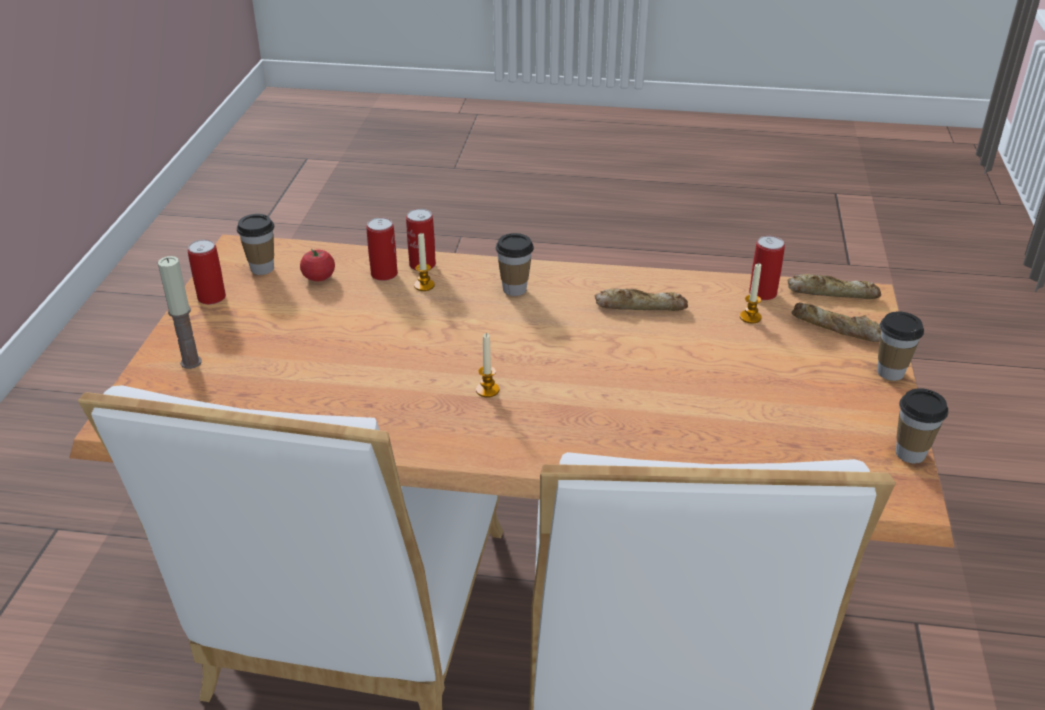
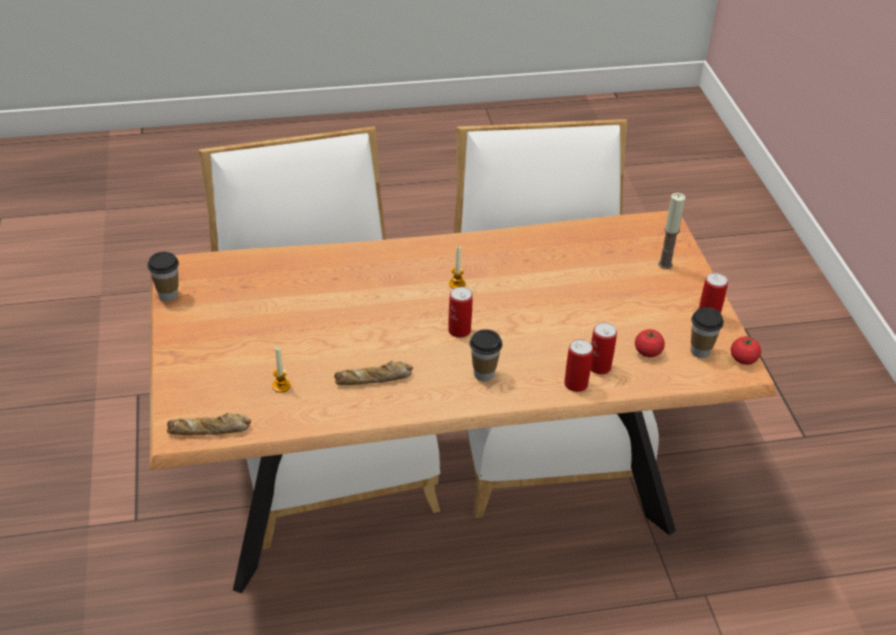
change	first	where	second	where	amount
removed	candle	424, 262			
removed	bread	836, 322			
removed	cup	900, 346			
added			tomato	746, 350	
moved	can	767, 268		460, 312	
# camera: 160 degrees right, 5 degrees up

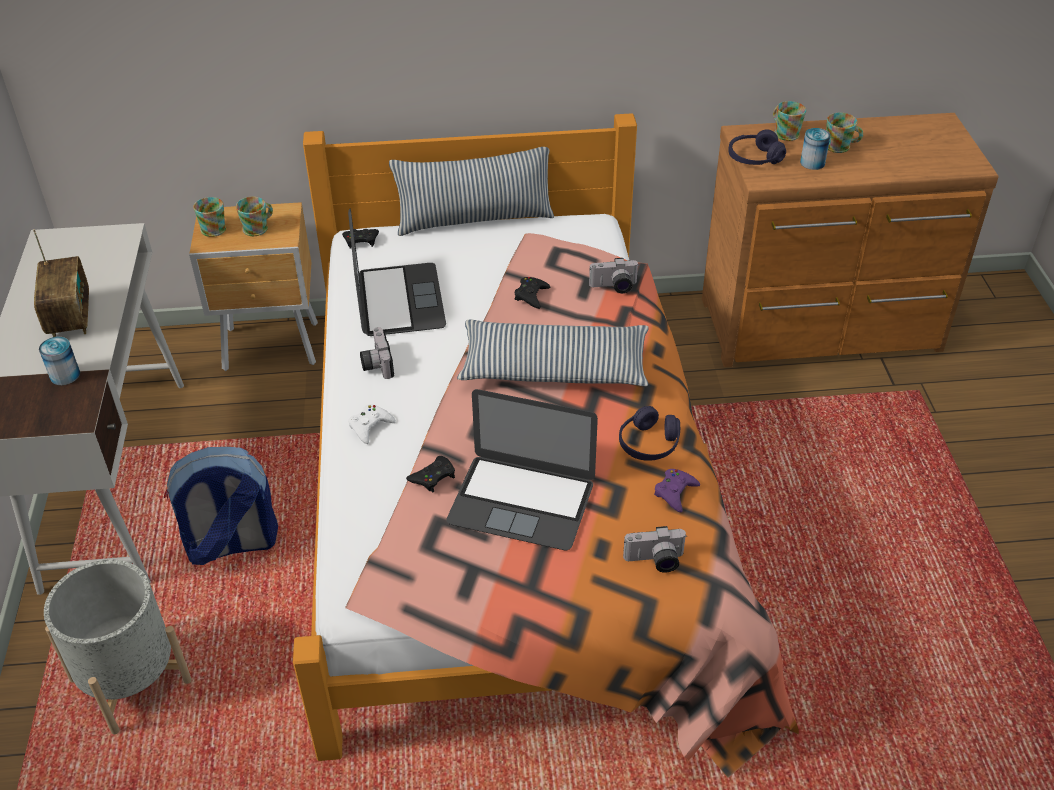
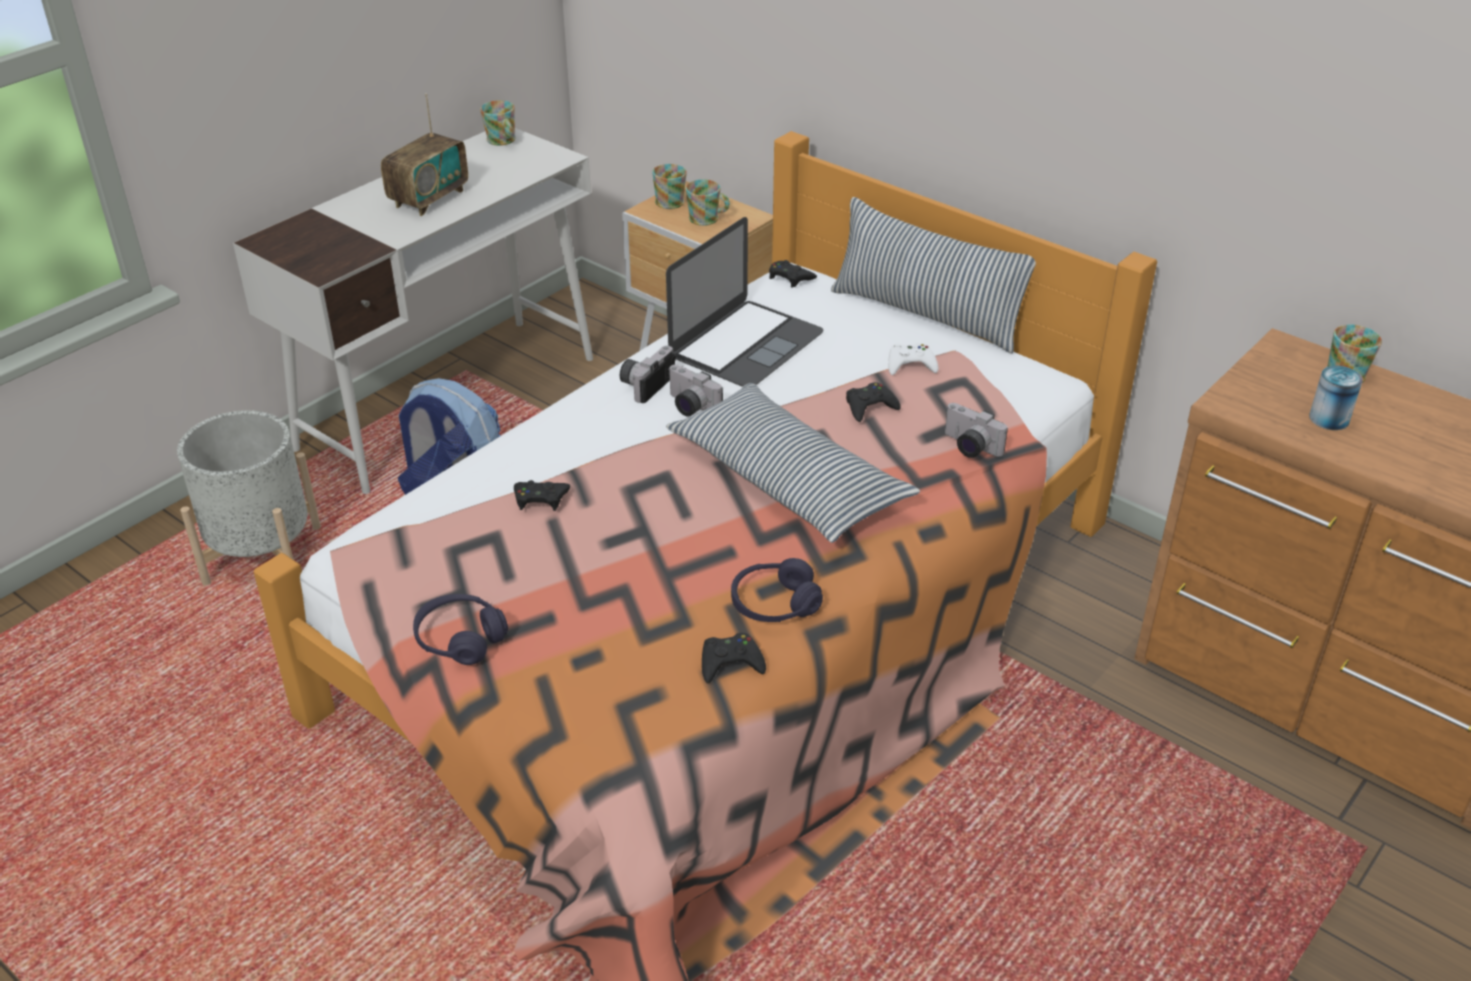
change	first	where	second	where	amount
removed	can	59, 361			
removed	laptop	522, 469			
moved	white game controller	372, 424		913, 359	
moved	photo camera	655, 549		695, 391	
moved	purple headphones	757, 147		460, 629	
moved	mug	844, 133		498, 123	
recoloured	purple game controller	677, 490	black game controller	734, 658	
# camera: 45 degrees right, 5 degrees down

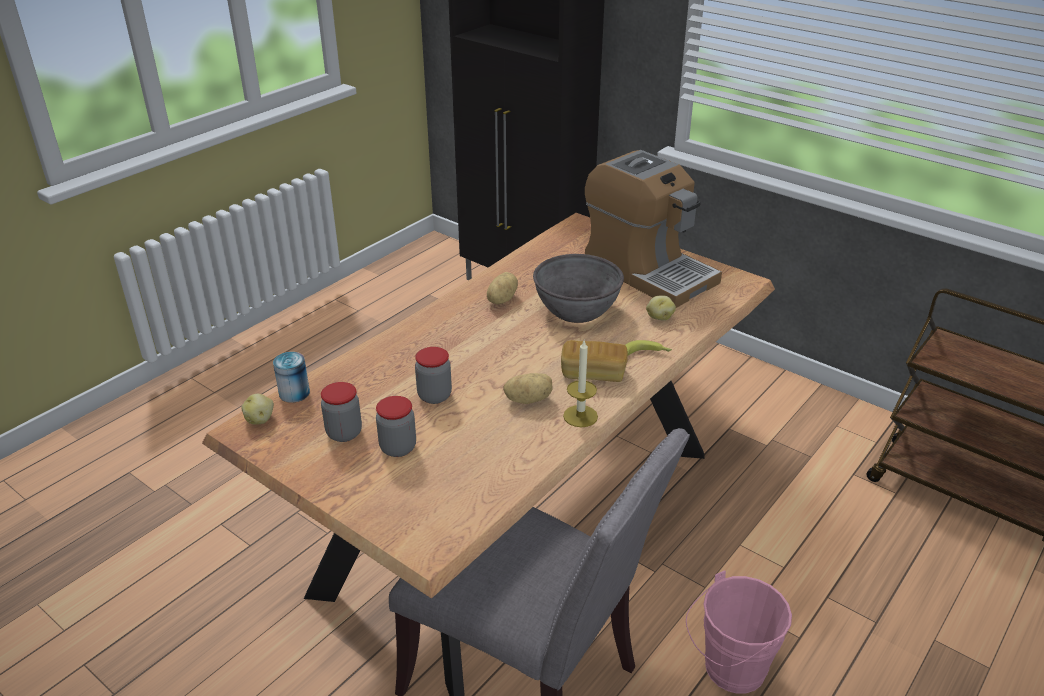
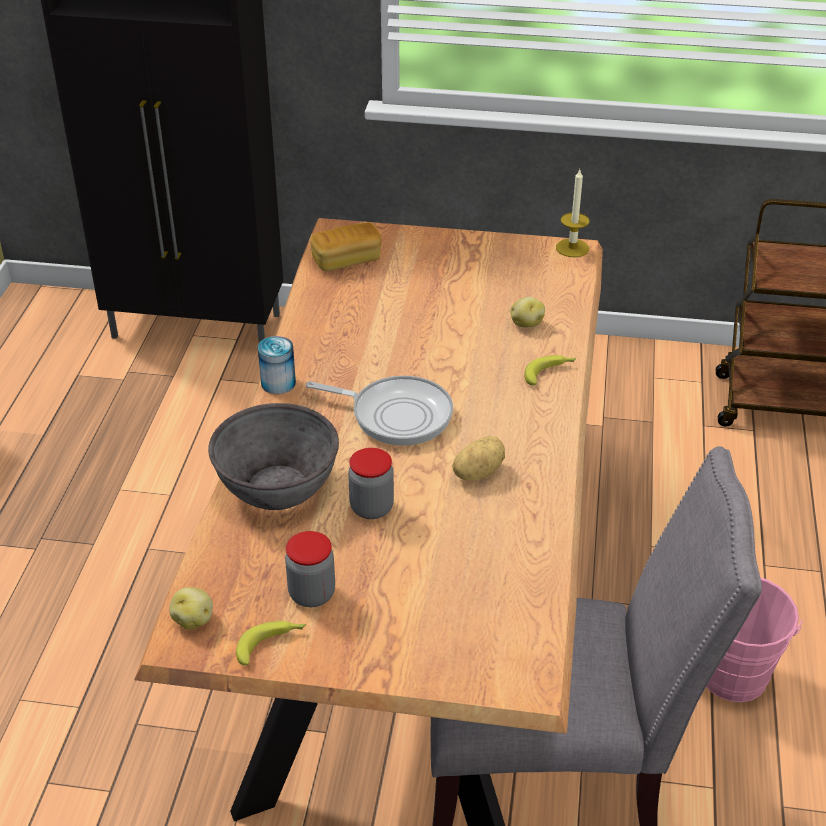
change	first	where	second	where	amount
removed	jar	396, 426			
removed	potato	502, 288			
removed	coffee machine	653, 229			
added			banana	271, 643	
added			frying pan	379, 411	
moved	can	291, 377		277, 365	
moved	grey bowl	578, 288		273, 456	
moved	bread	594, 361		346, 246	
moved	candle	580, 384		572, 213	
# camera: 30 degrees left, 5 degrees up

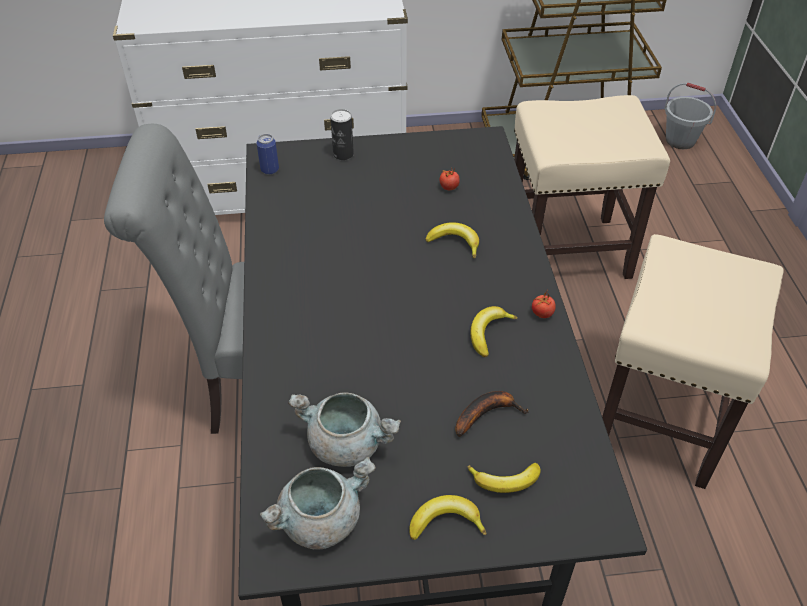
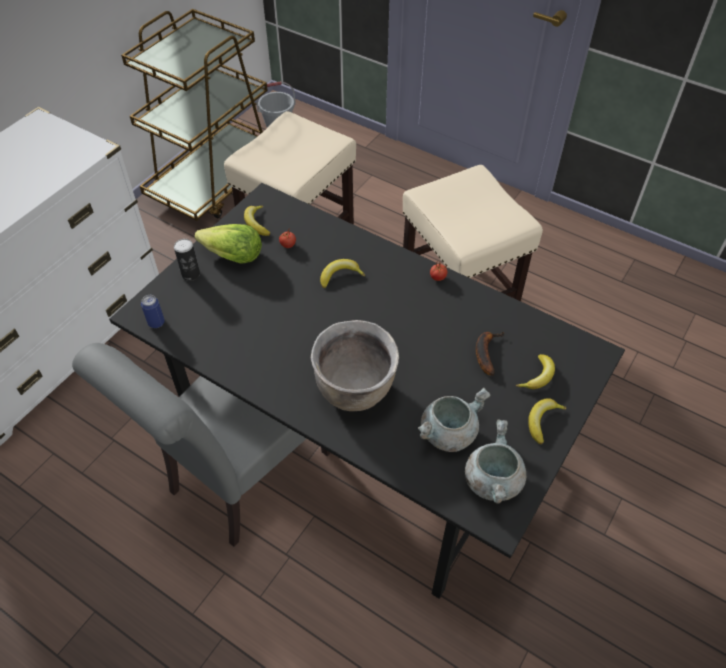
change	first	where	second	where	amount
added			lettuce	228, 244	
added			brown cooking pot	355, 365	
moved	banana	494, 331		257, 220	
# camera: 50 degrees left, 5 degrees up

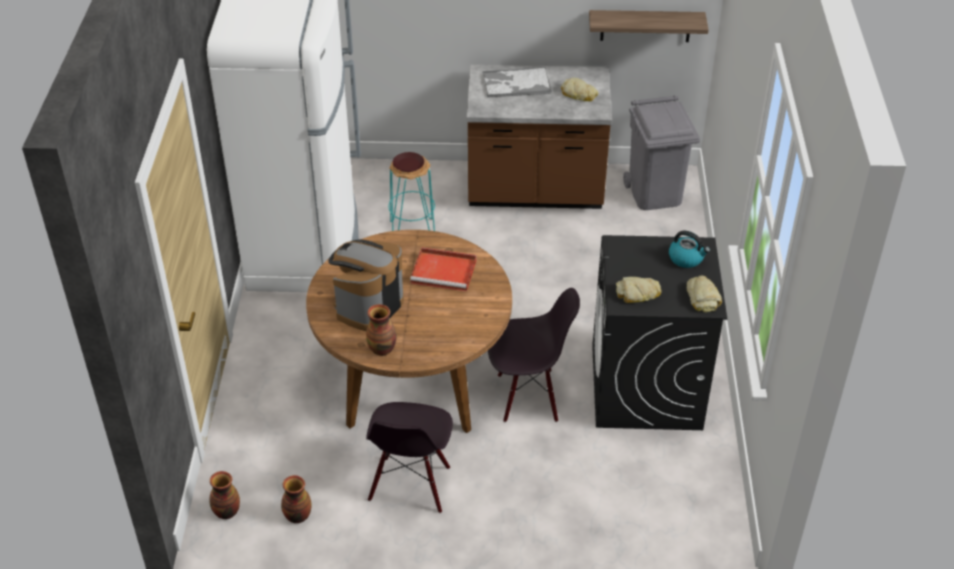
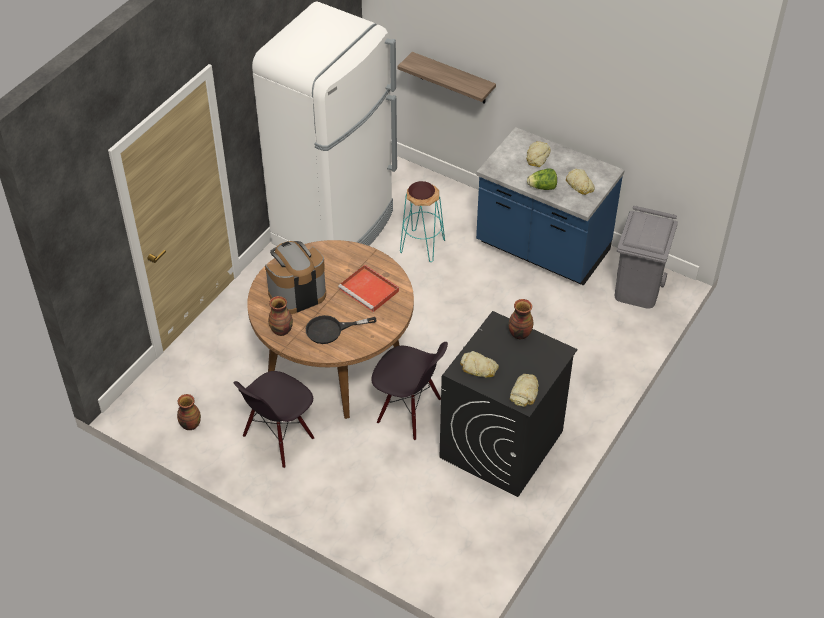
change	first	where	second	where	amount
removed	kettle	689, 249			
added			black frying pan	341, 329	
added			lettuce	542, 179	
moved	vase	224, 495		520, 319	
moved	shelf	649, 26		446, 78	
replaced	tray	517, 82	bread	538, 154	
recoloured	brown counter	539, 137	blue counter	550, 206	
# camera: 30 degrees right, 5 degrees up

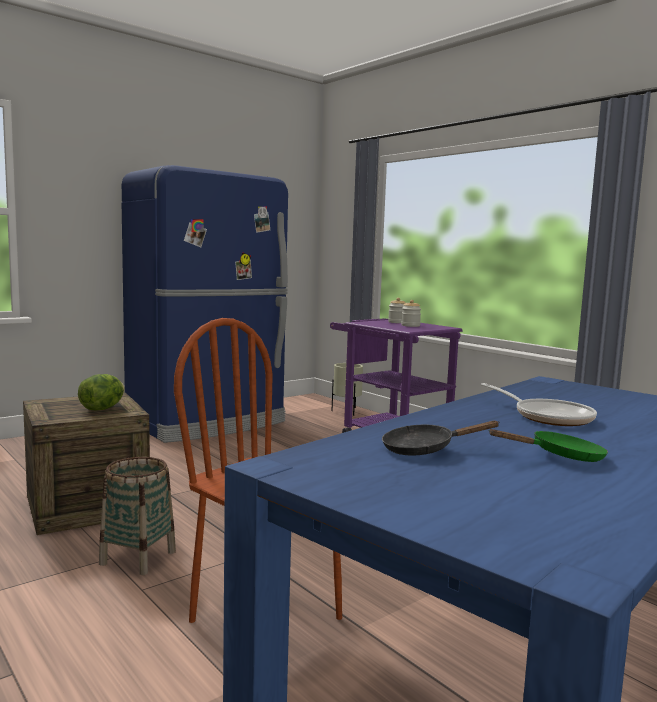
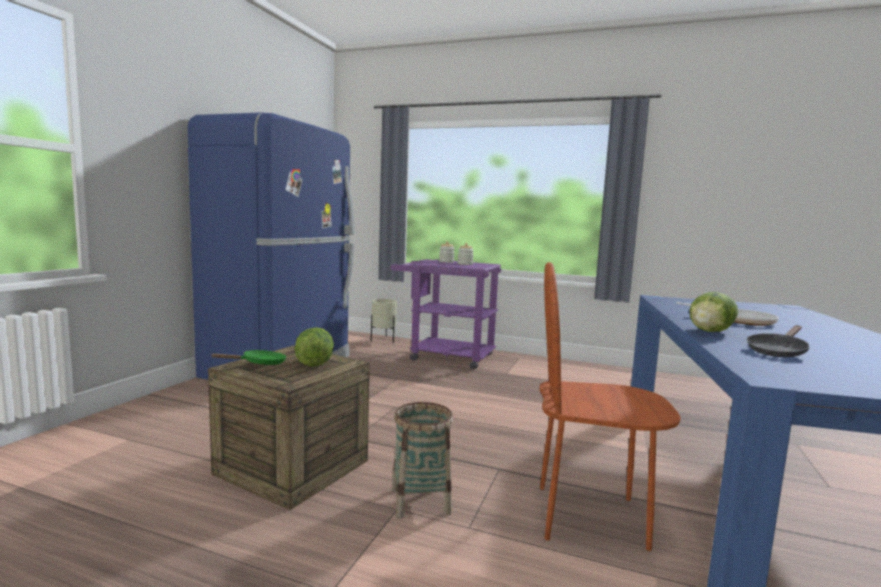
change	first	where	second	where	amount
added			lettuce	713, 312	
moved	green frying pan	548, 445		249, 357	
# camera: 30 degrees left, 0 degrees up

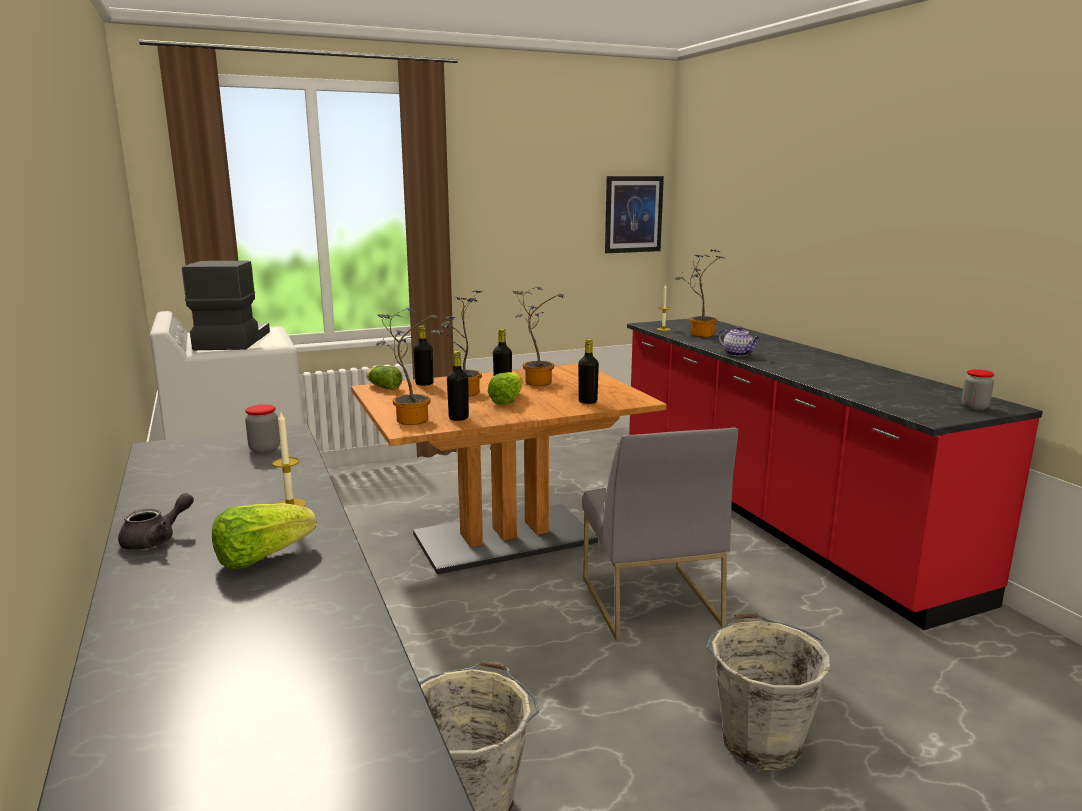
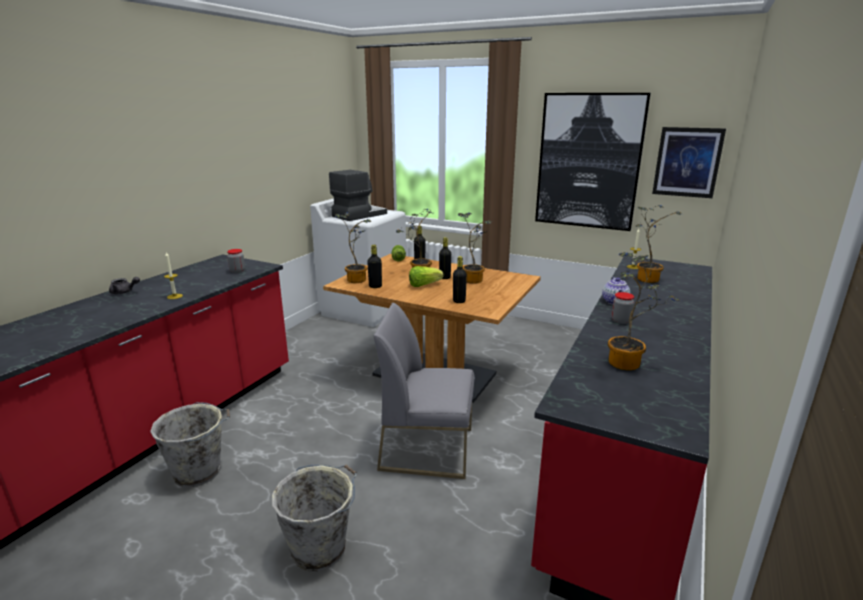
change	first	where	second	where	amount
removed	lettuce	264, 536			
added			picture	593, 162	
added			potted plant	644, 311	
moved	jar	977, 389		622, 308	
turned	grey chair	660, 534		424, 391	60 degrees clockwise
# camera: 50 degrees right, 5 degrees up

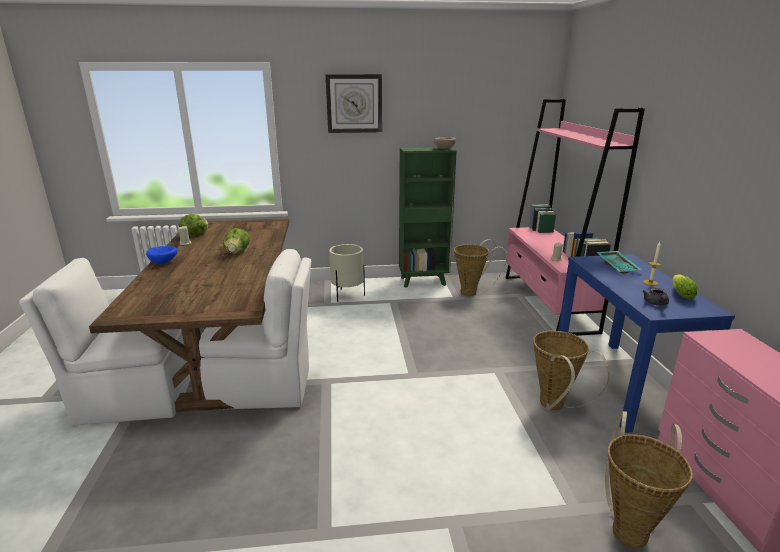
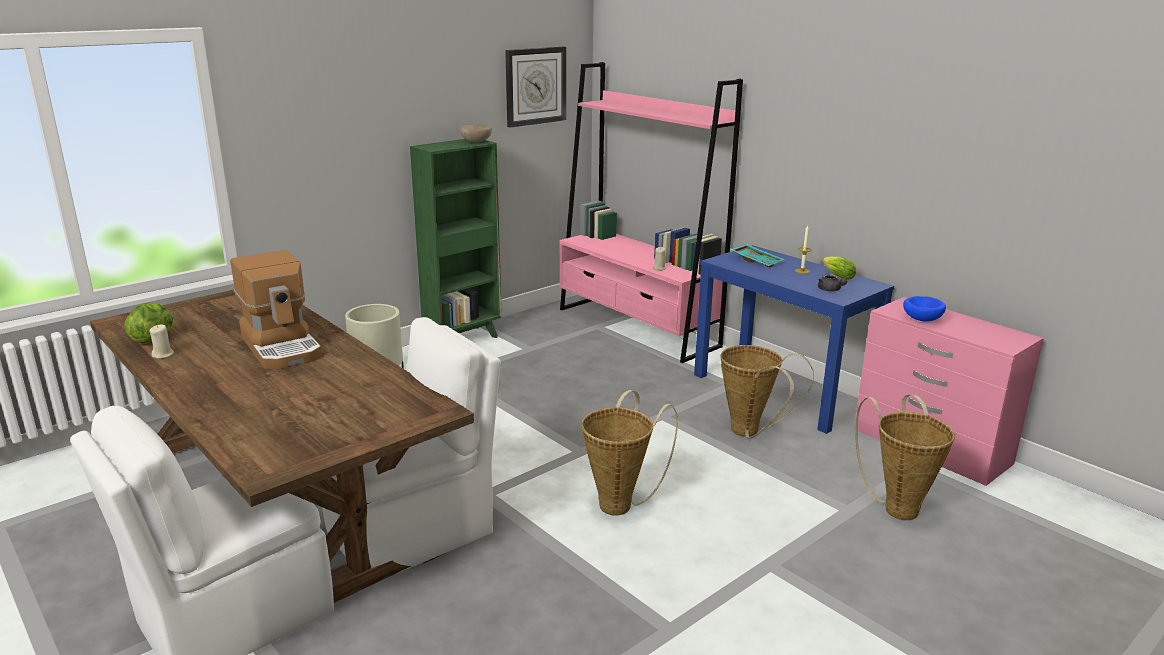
change	first	where	second	where	amount
moved	blue bowl	161, 255		924, 309	
moved	wall clock	353, 103		535, 87	
moved	basket	480, 267		629, 453	
replaced	lettuce	236, 241	coffee machine	276, 309	
# camera: 35 degrees left, 0 degrees up

